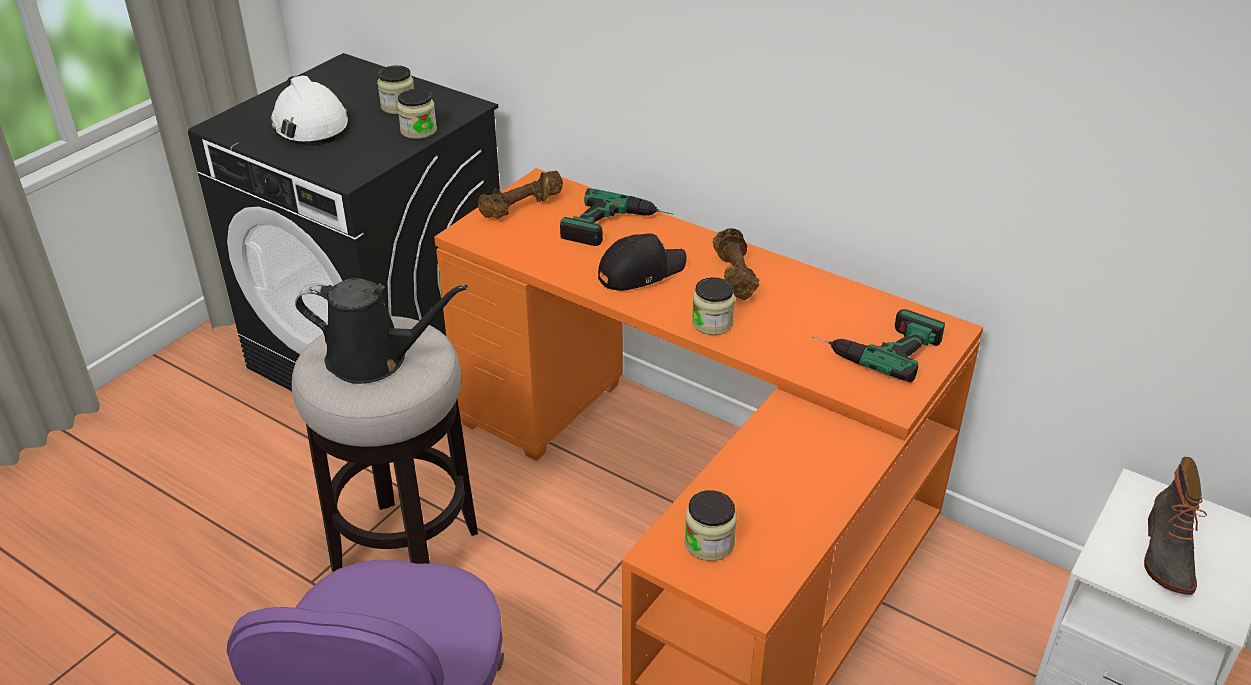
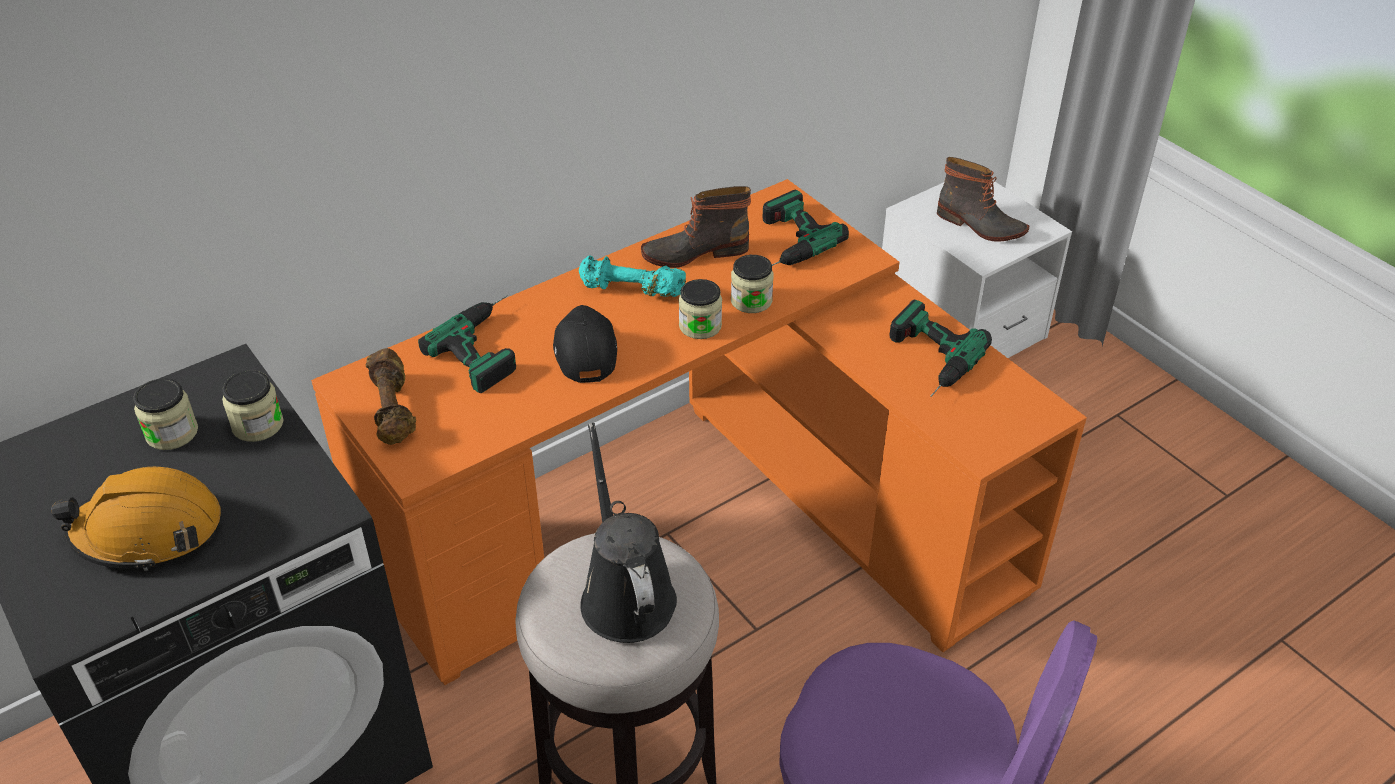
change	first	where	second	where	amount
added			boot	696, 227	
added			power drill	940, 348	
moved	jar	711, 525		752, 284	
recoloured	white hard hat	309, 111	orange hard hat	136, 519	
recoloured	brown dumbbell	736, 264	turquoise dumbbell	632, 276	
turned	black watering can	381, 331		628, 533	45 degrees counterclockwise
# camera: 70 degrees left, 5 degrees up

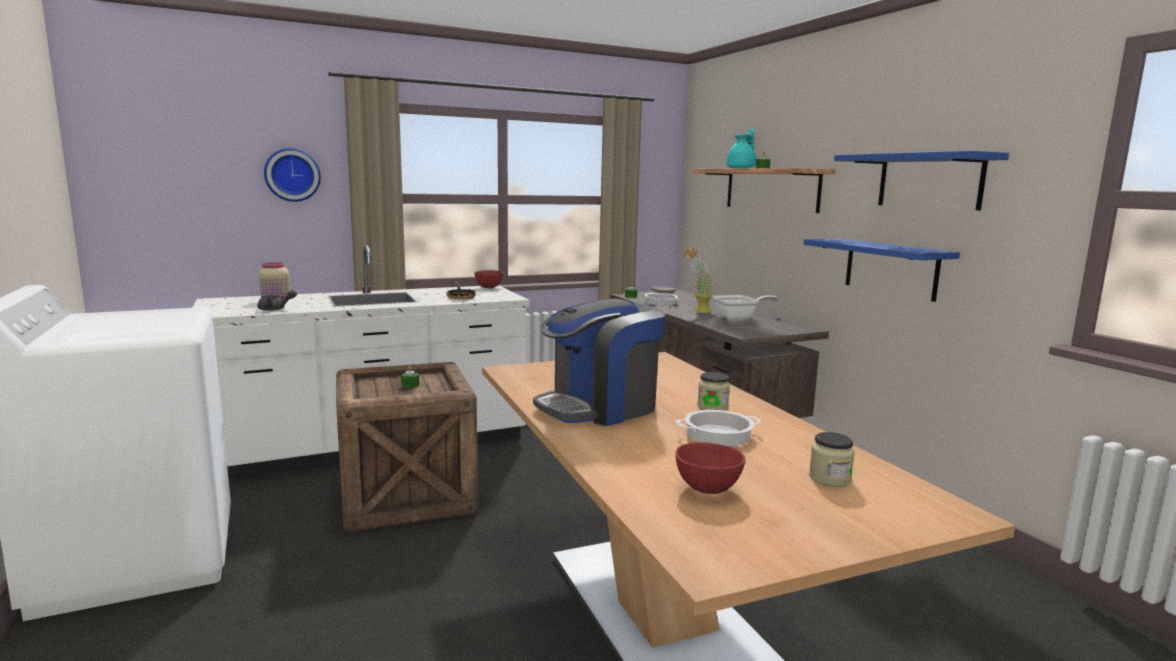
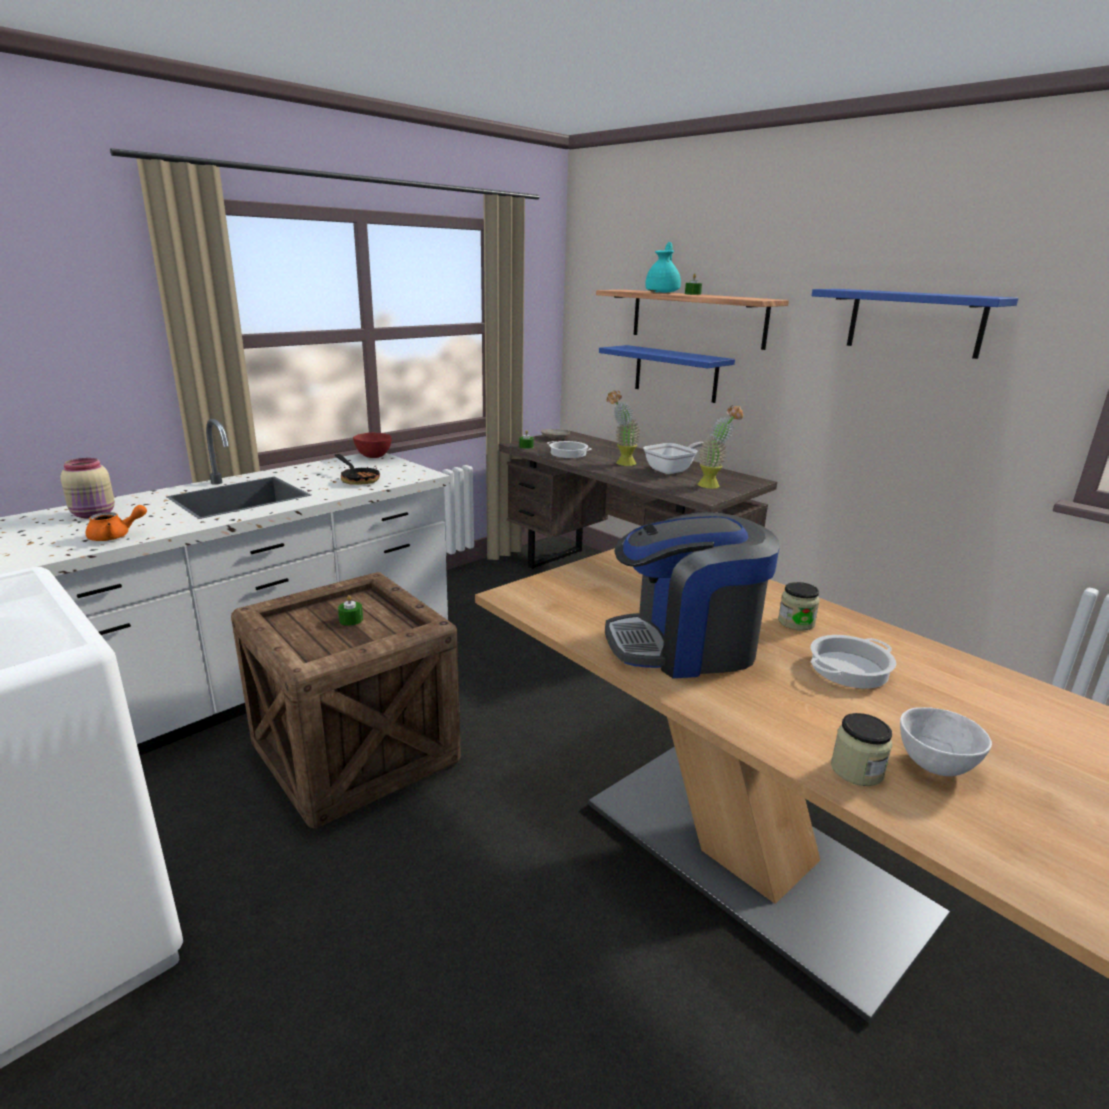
change	first	where	second	where	amount
removed	wall clock	292, 175			
added			potted plant	720, 446	
moved	blue shelf	882, 270		667, 374	
moved	jar	832, 459		861, 749	
recoloured	grey teapot	277, 300	orange teapot	116, 523	
recoloured	red bowl	710, 468	white bowl	946, 741	
turned	coffee machine	599, 362		692, 595	45 degrees clockwise
# camera: 20 degrees left, 10 degrees up

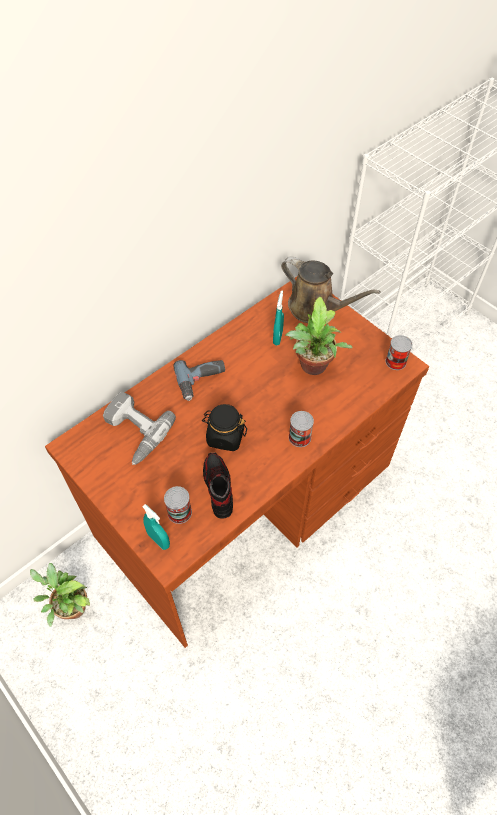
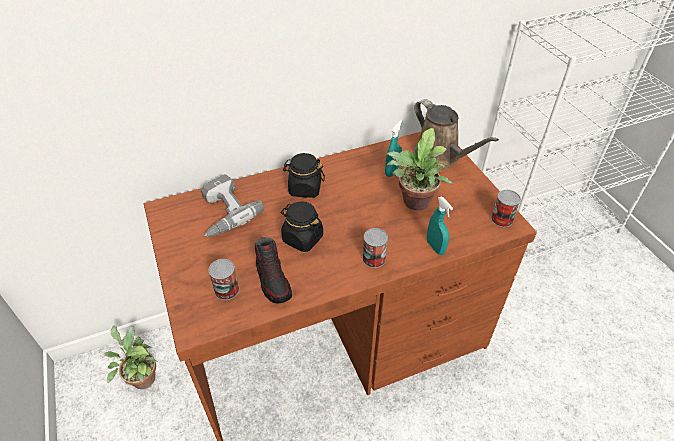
change	first	where	second	where	amount
moved	turquoise spray bottle	156, 527		440, 226	
replaced	power drill	199, 380	black jar	304, 175	
turned	shoe	218, 485		273, 270	150 degrees clockwise
# camera: 20 degrees right, 10 degrees down

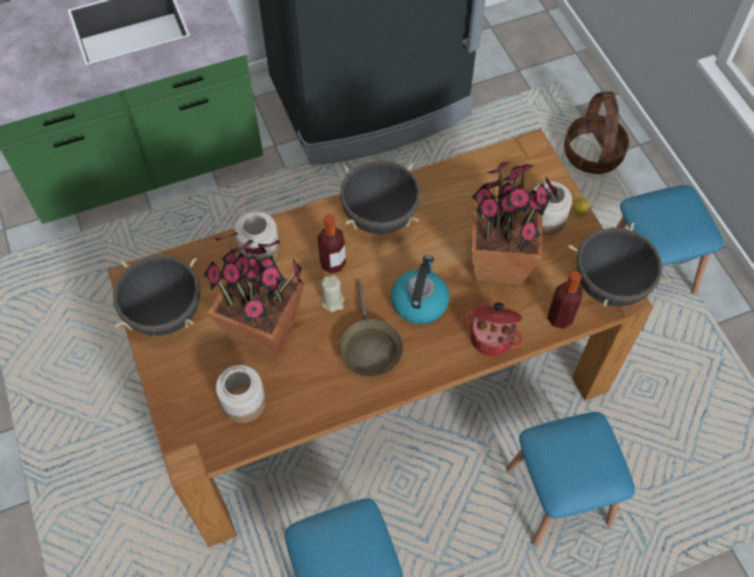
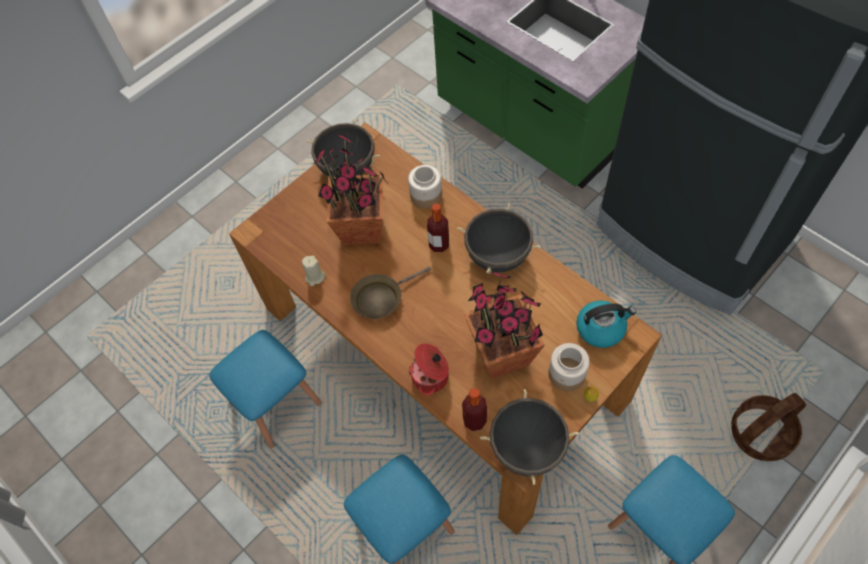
change	first	where	second	where	amount
removed	jar	241, 394			
moved	beige candle	332, 293		313, 271	
moved	kettle	420, 289		606, 324	
# camera: 70 degrees right, 0 degrees up

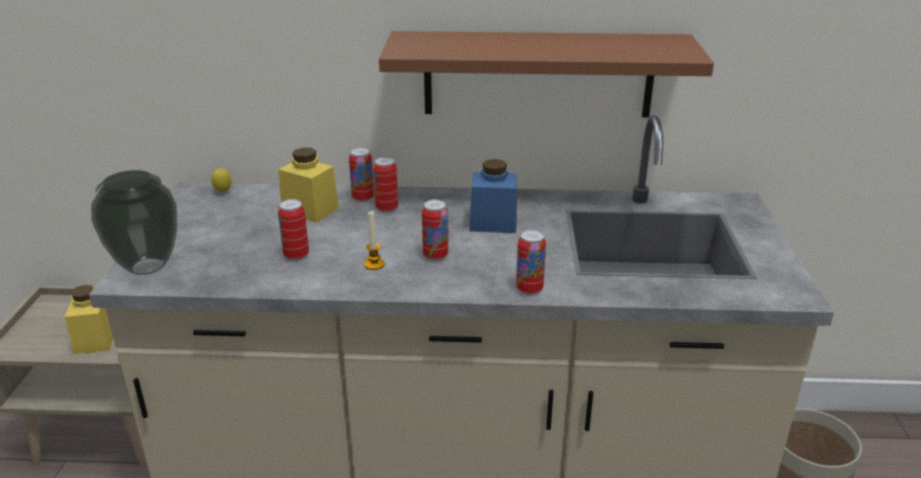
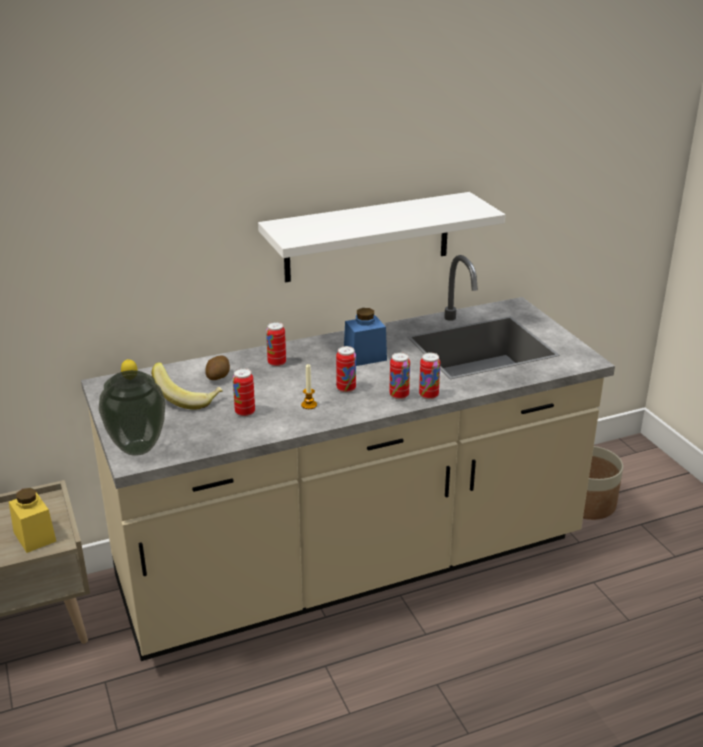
change	first	where	second	where	amount
added			banana	187, 386	
moved	can	361, 174		399, 376	
replaced	yellow jar	309, 185	potato	217, 367	
recoloured	brown shelf	546, 74	white shelf	381, 237	
# camera: 25 degrees left, 0 degrees up

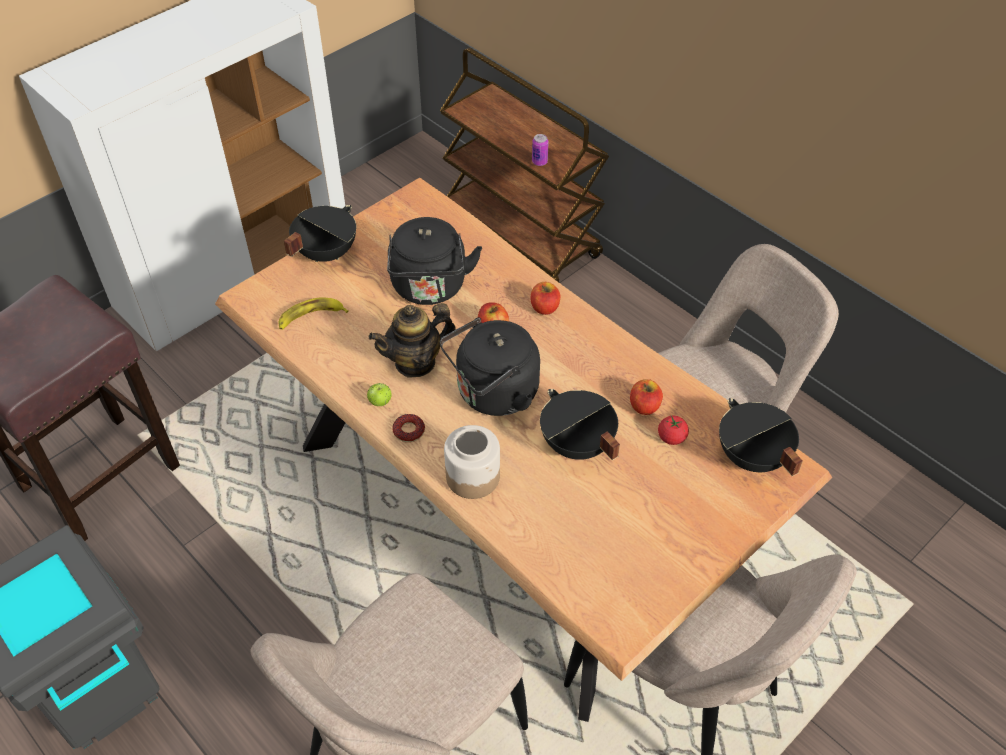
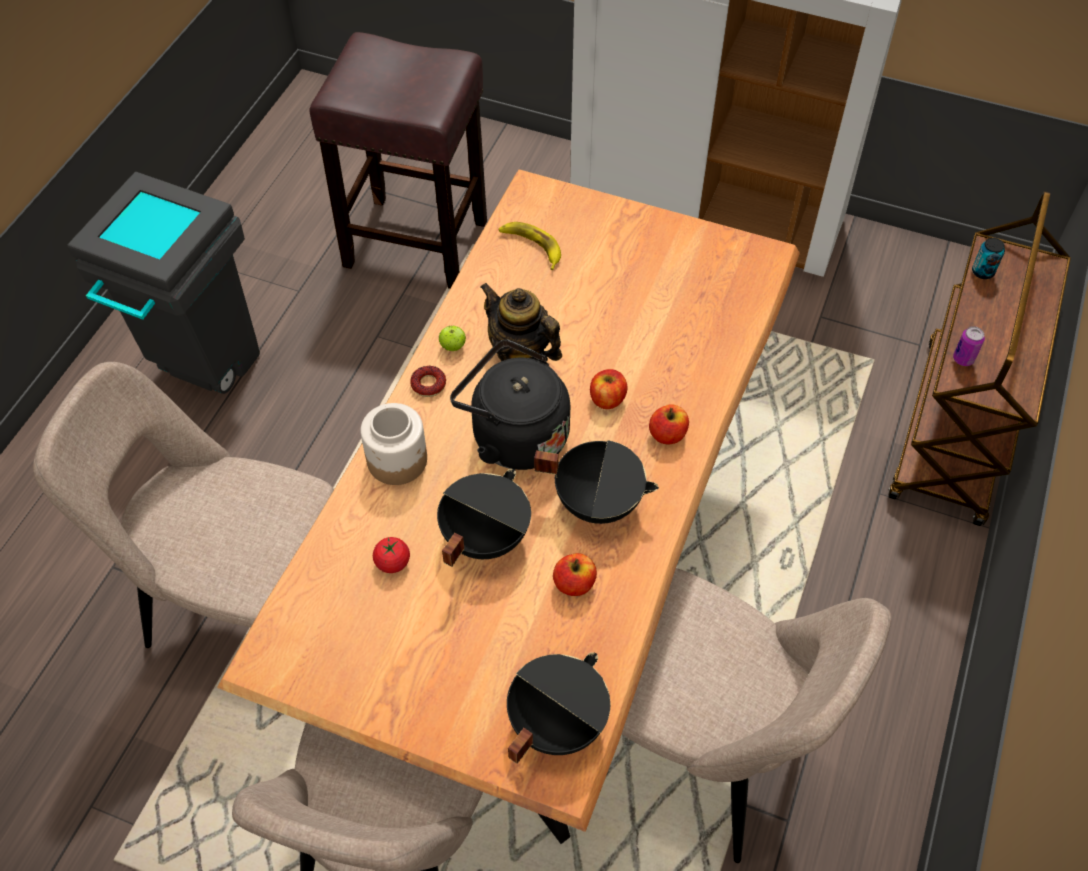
change	first	where	second	where	amount
removed	black kettle	434, 261			
added			can	988, 258	
moved	black cooking pot	320, 233		596, 482	
moved	tomato	673, 430		391, 555	
# camera: 65 degrees right, 5 degrees up

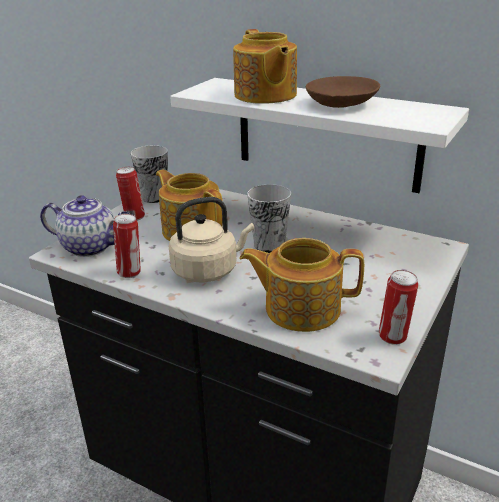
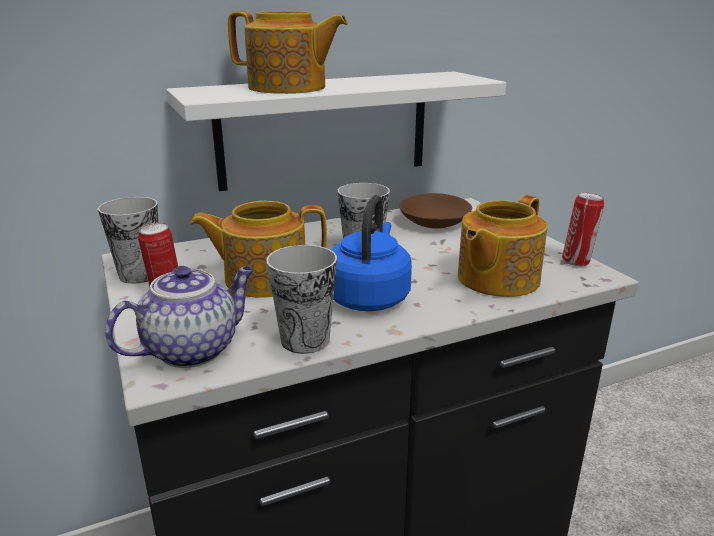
change	first	where	second	where	amount
moved	brown bowl	343, 92		435, 211	
replaced	can	127, 246	cup	301, 299	
recoloured	beige kettle	211, 239	blue kettle	371, 253	
# camera: 55 degrees left, 5 degrees down

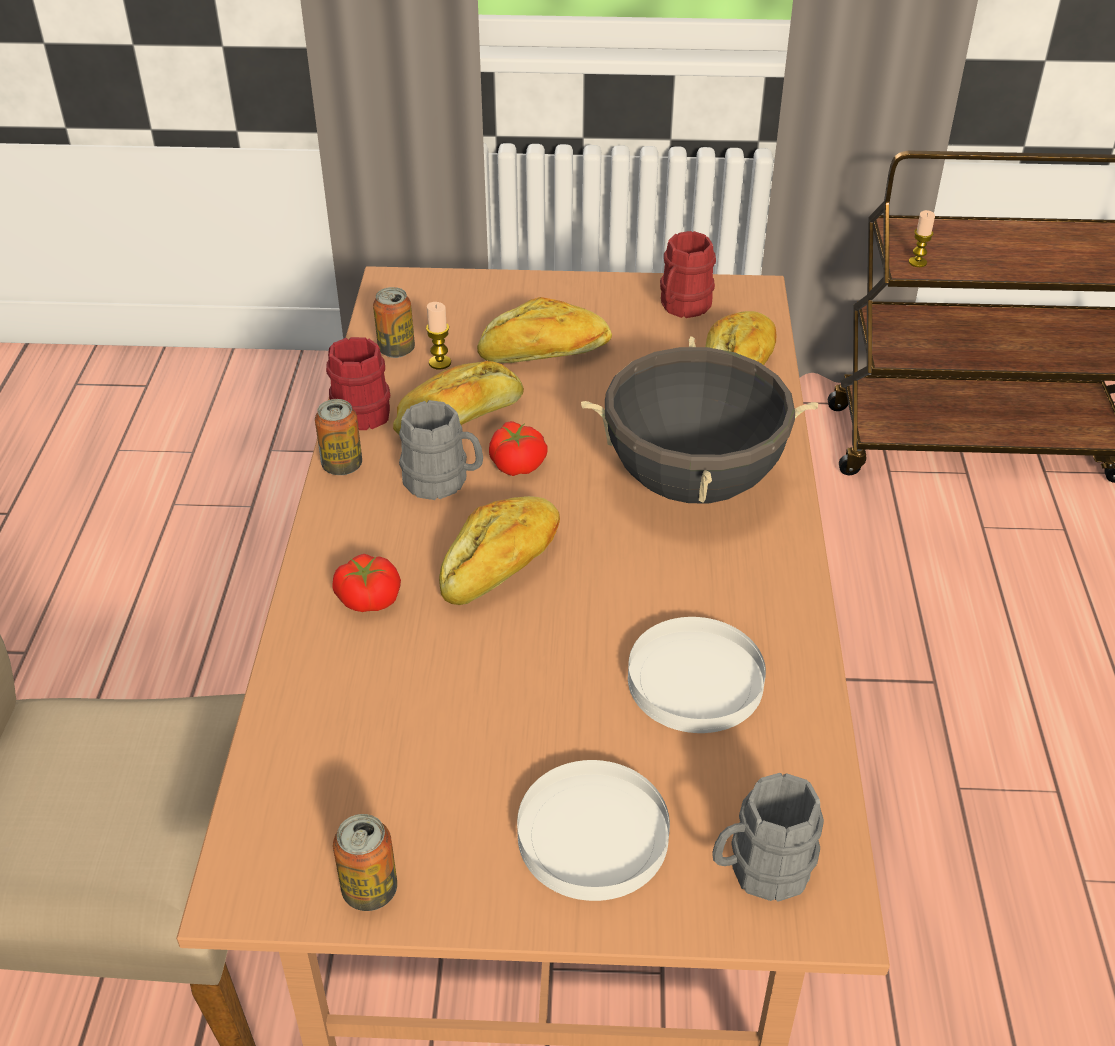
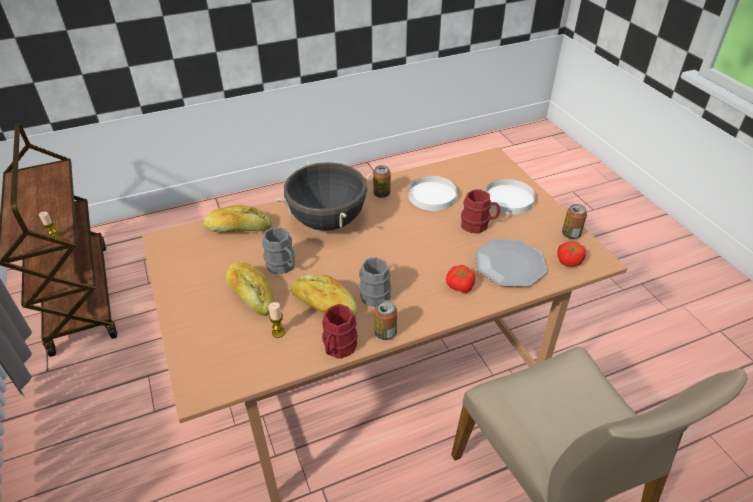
change	first	where	second	where	amount
removed	bread	499, 550			
added			plate	511, 263	
moved	can	394, 322		382, 181	
moved	tomato	518, 448		571, 254	
moved	red mug	688, 274		480, 211	
moved	grey mug	768, 837		278, 251	
# camera: 115 degrees left, 0 degrees up

